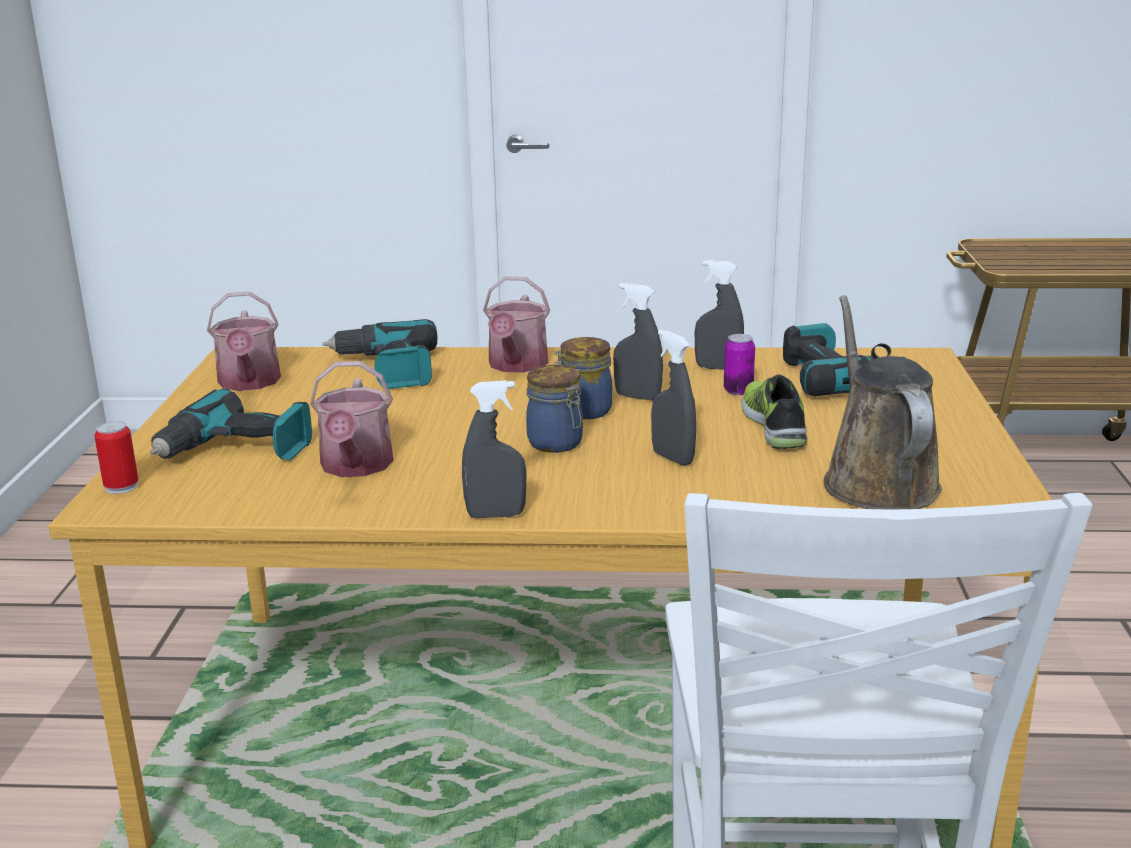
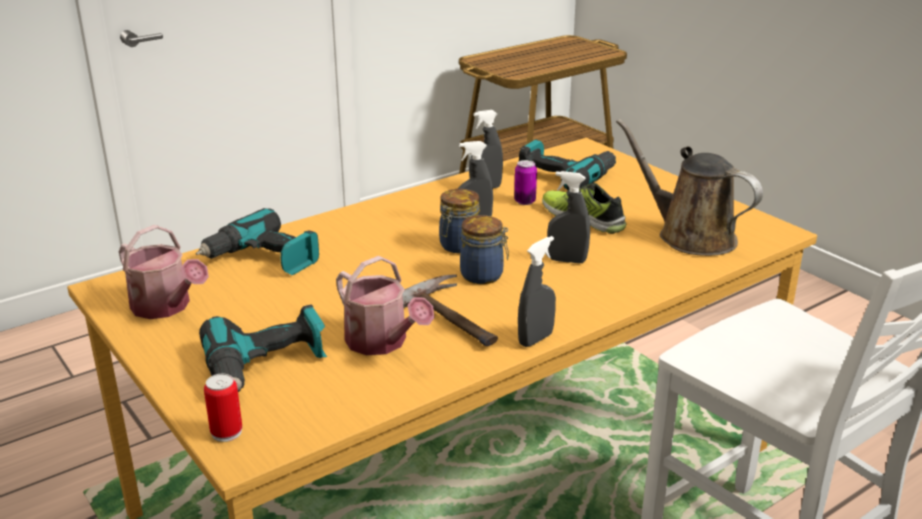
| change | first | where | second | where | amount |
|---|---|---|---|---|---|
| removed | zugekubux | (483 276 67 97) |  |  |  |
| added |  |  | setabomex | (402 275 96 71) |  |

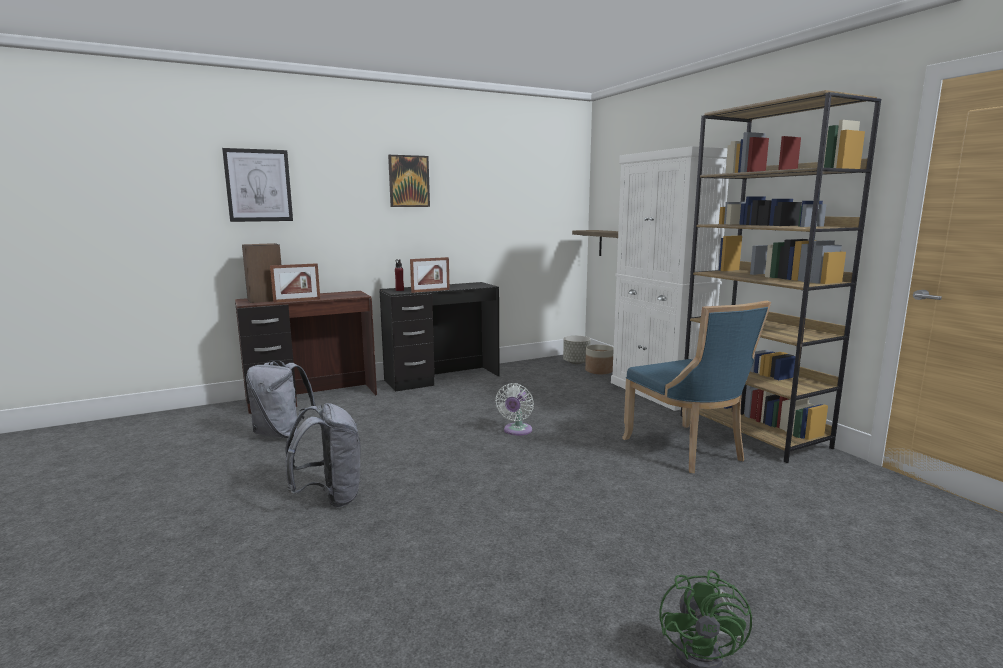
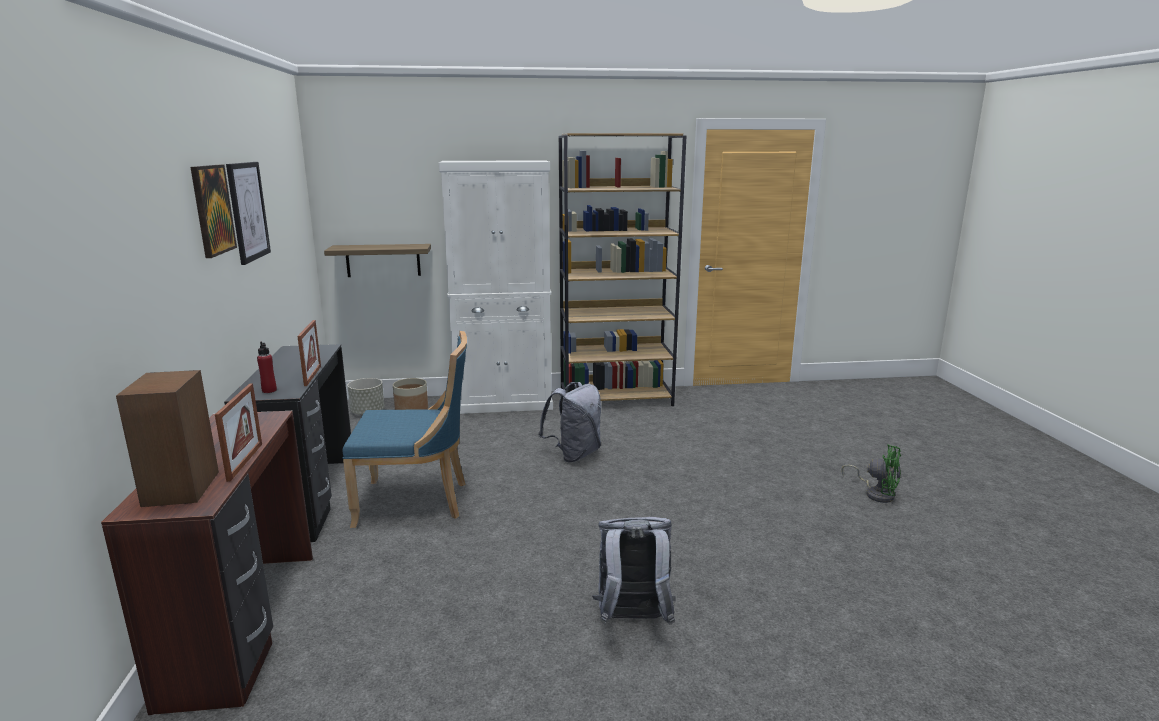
| change | first | where | second | where | amount |
|---|---|---|---|---|---|
| moved | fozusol | (222 148 71 74) |  | (226 162 45 103) |  |
| moved | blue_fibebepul | (622 301 149 172) |  | (343 331 124 197) |  |
| moved | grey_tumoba | (246 360 70 78) |  | (538 382 63 80) |  |
| removed | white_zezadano | (496 383 38 53) |  |  |  |

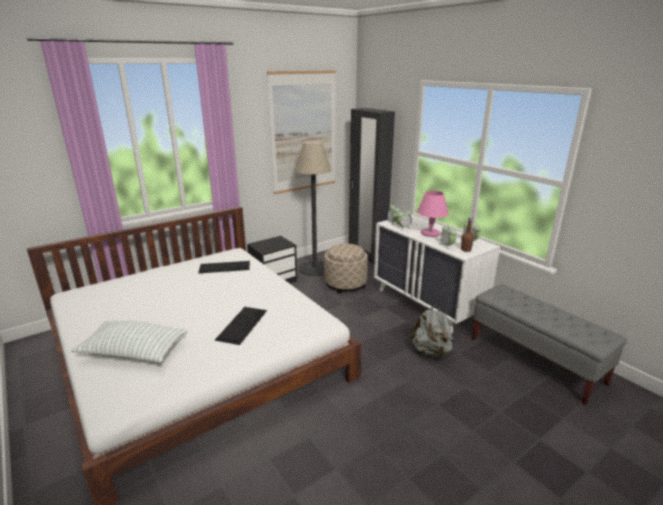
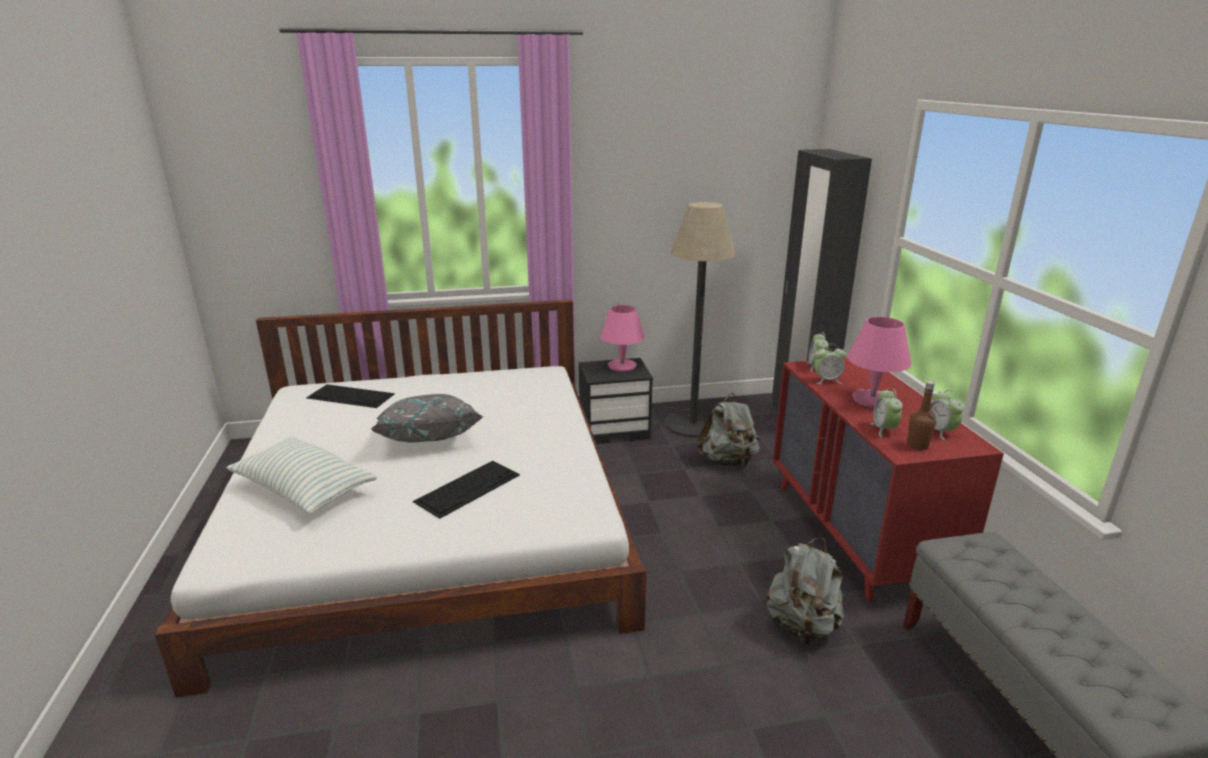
| change | first | where | second | where | amount |
|---|---|---|---|---|---|
| removed | fozusol | (267 70 69 124) |  |  |  |
| recoloured | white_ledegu | (374 214 127 119) | red_ledegu | (773 358 231 244) |  |
| replaced | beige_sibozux | (324 243 44 51) | grey_tumoba | (697 393 63 74) |  |
| moved | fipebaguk | (198 261 52 12) |  | (306 384 89 24) |  |
| added |  |  | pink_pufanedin | (600 305 45 67) |  |
| added |  |  | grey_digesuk | (371 394 113 49) |  |

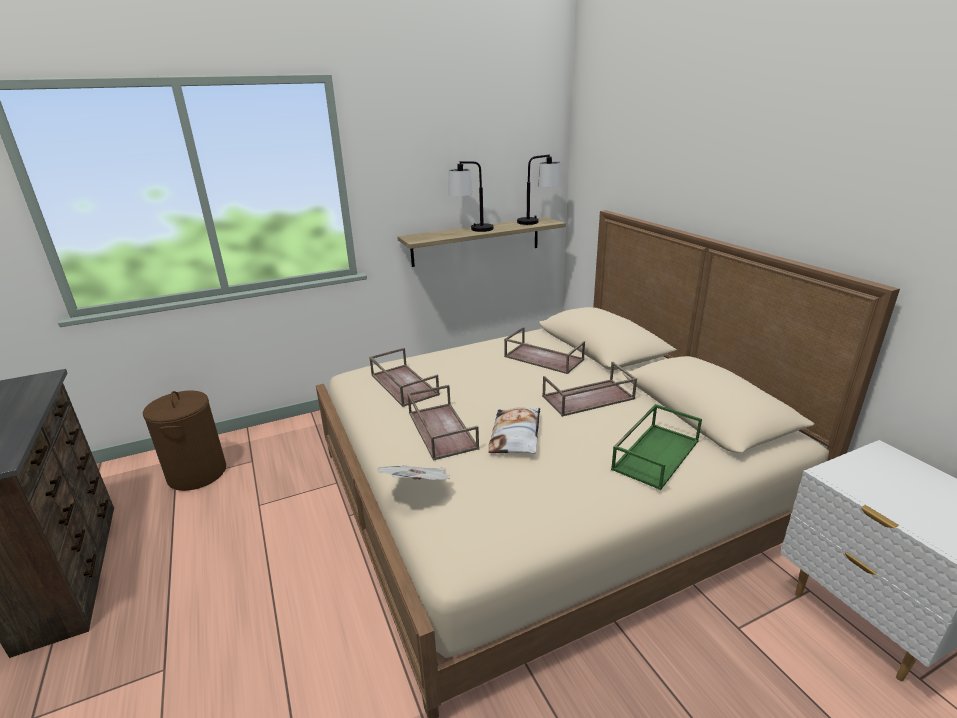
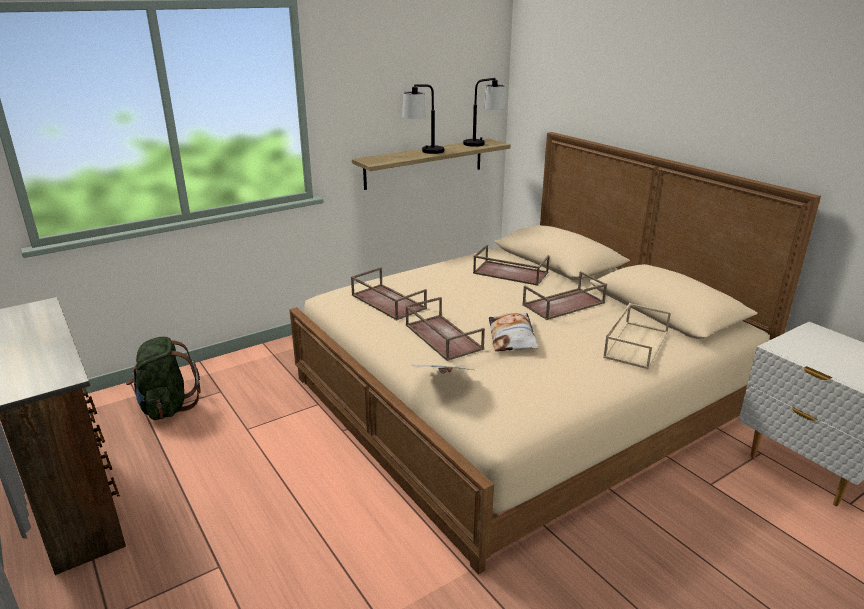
| change | first | where | second | where | amount |
|---|---|---|---|---|---|
| replaced | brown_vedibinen | (143 390 83 101) | green_tumoba | (126 337 74 83) |  |
| recoloured | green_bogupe | (611 404 91 86) | beige_bogupe | (603 303 68 66) |  |

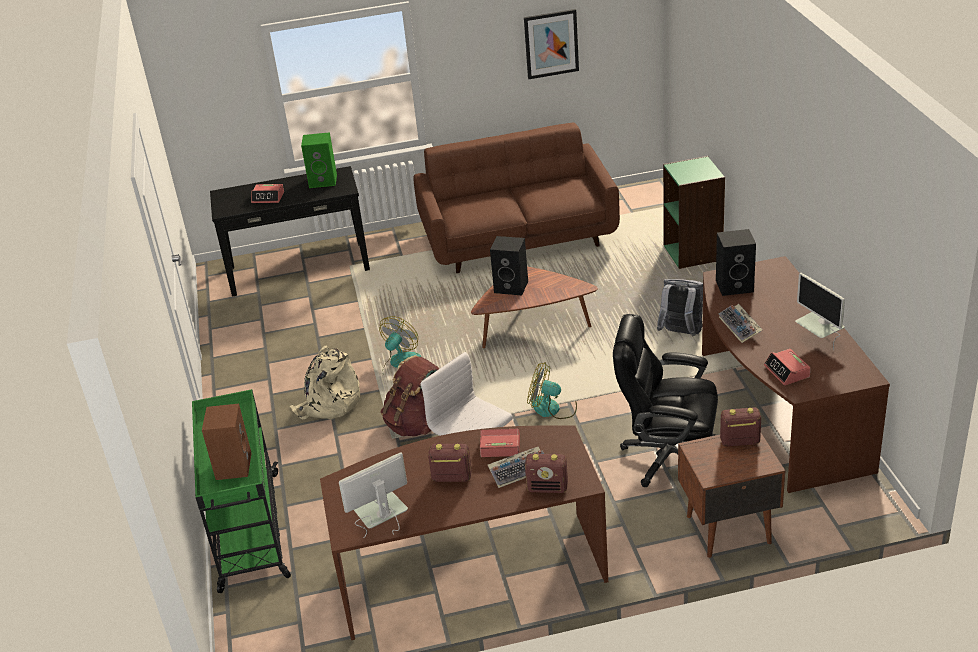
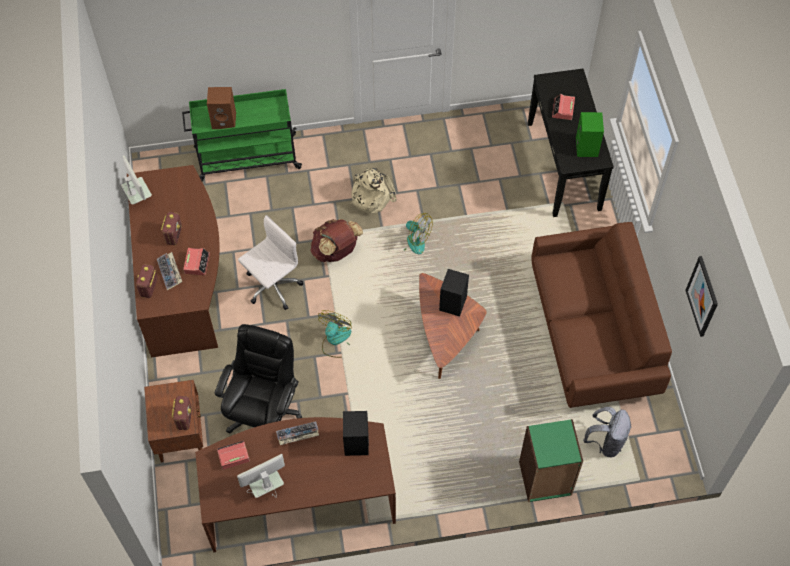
| change | first | where | second | where | amount |
|---|---|---|---|---|---|
| moved | grey_tumoba | (657 279 46 58) |  | (583 407 49 50) |  |

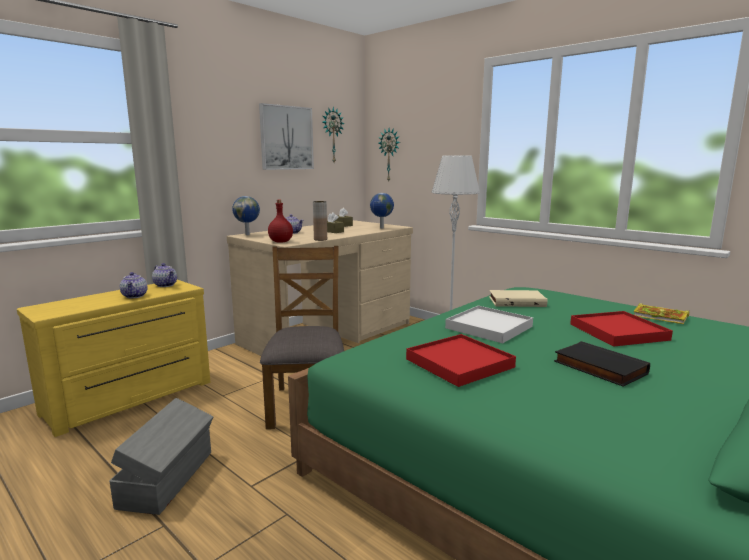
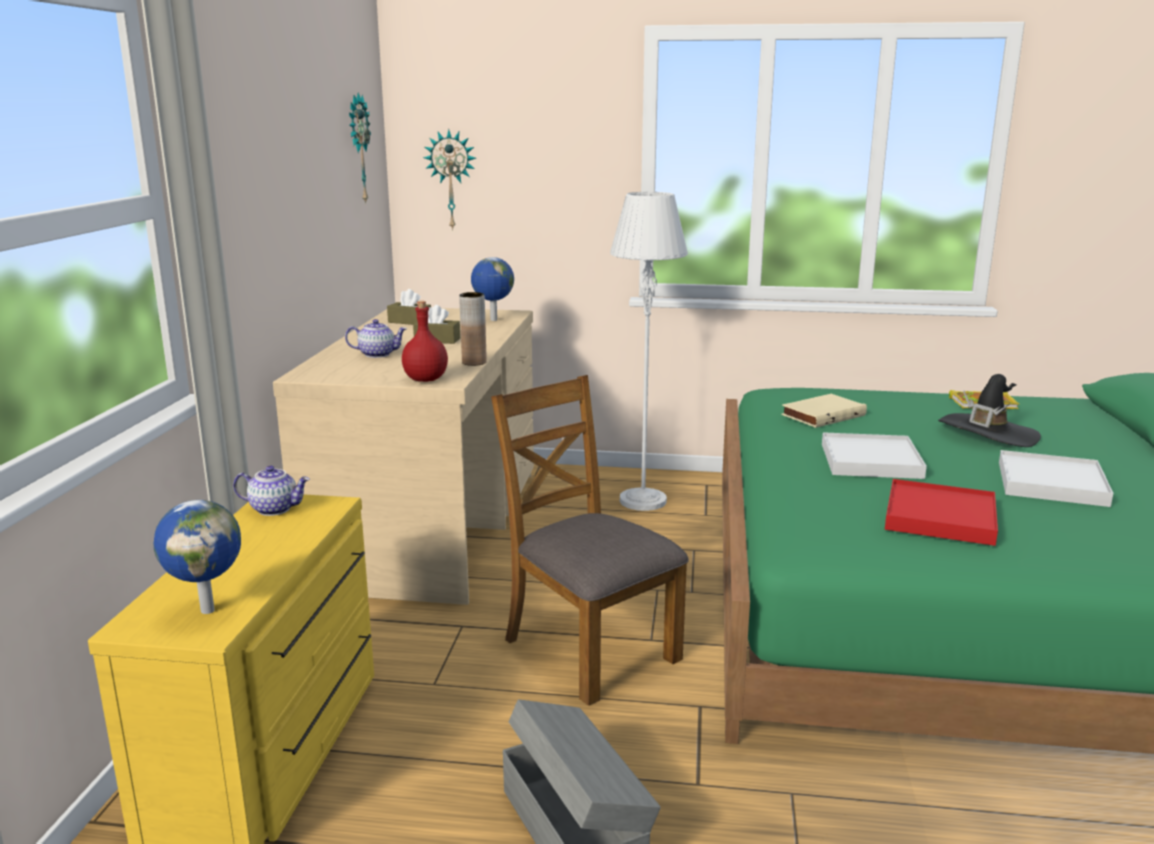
| change | first | where | second | where | amount |
|---|---|---|---|---|---|
| removed | fozusol | (259 103 55 67) |  |  |  |
| moved | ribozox | (232 196 28 39) |  | (154 500 87 114) |  |
| removed | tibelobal | (120 272 28 26) |  |  |  |
| replaced | red_bogupe | (570 311 103 36) | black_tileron | (938 374 103 73) |  |
| replaced | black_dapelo | (554 341 96 46) | white_bogupe | (999 450 114 57) |  |

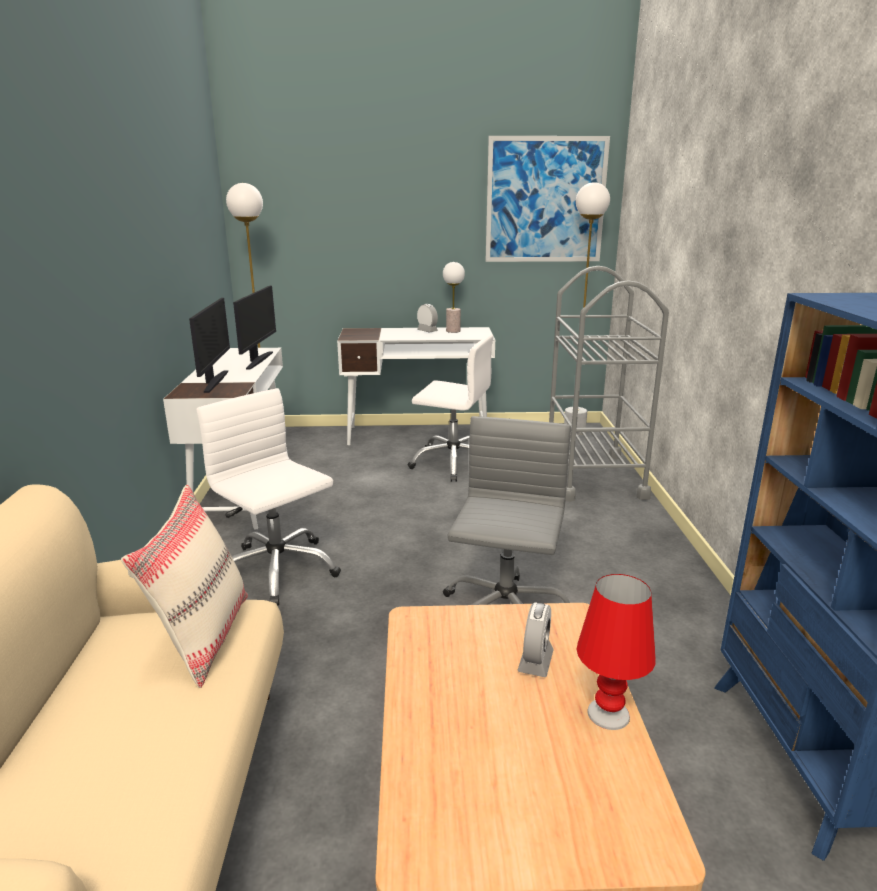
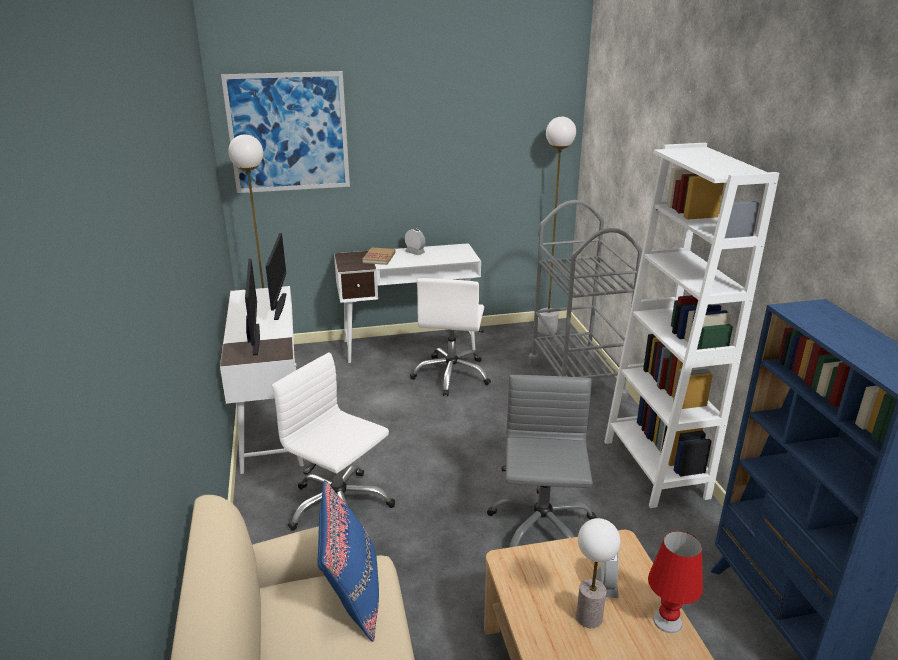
| change | first | where | second | where | amount |
|---|---|---|---|---|---|
| moved | fozusol | (485 136 125 126) |  | (221 71 129 122) |  |
| moved | pufanedin | (443 262 22 71) |  | (576 518 44 110) |  |
| turned | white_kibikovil | (408 334 86 148) |  | (410 278 81 118) | 90 degrees clockwise |
| recoloured | beige_digesuk | (121 484 127 204) | blue_digesuk | (317 480 62 162) |  |
| added |  |  | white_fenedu | (604 143 175 365) |  |
| added |  |  | dapelo | (362 247 34 18) |  |

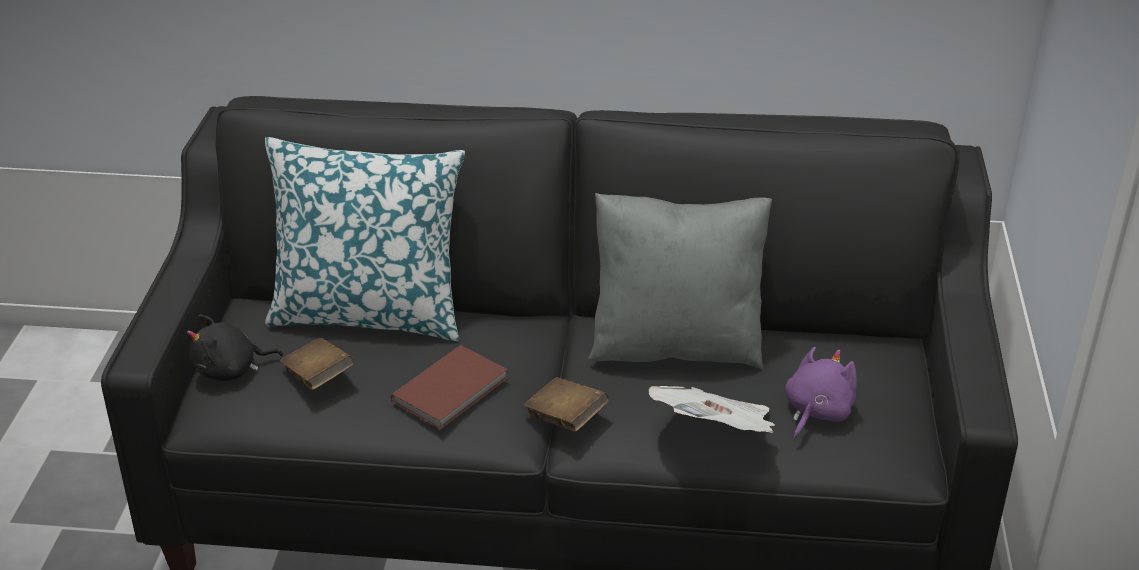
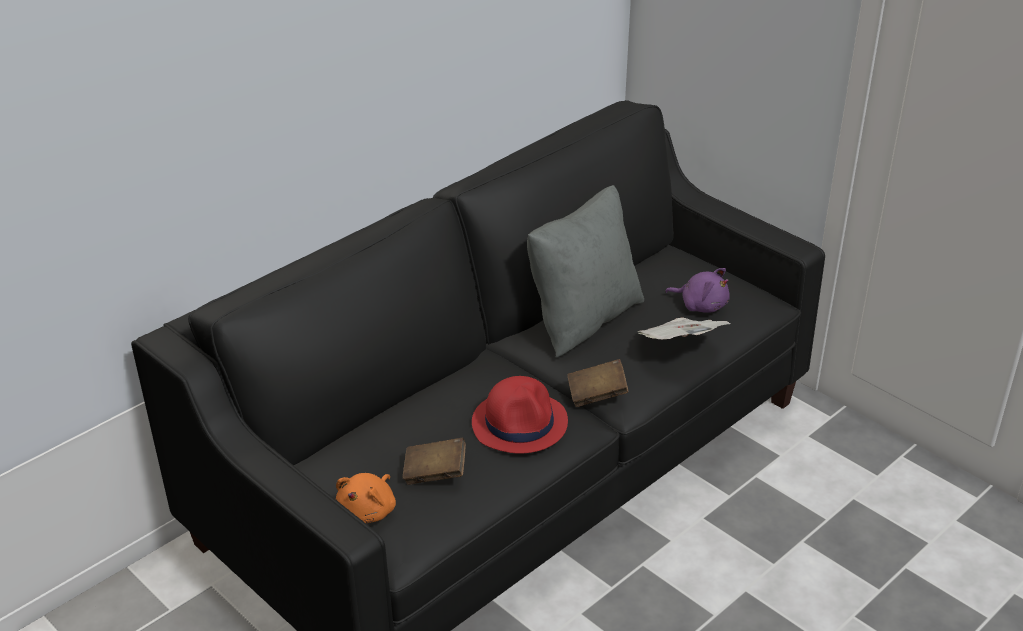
| change | first | where | second | where | amount |
|---|---|---|---|---|---|
| removed | digesuk | (265 137 200 204) |  |  |  |
| recoloured | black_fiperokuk | (187 314 96 67) | orange_fiperokuk | (336 473 60 50) |  |
| replaced | brown_dapelo | (391 345 117 85) | red_tileron | (472 376 96 78) |  |
| turned | purple_fiperokuk | (785 347 72 92) |  | (665 268 65 45) | 135 degrees clockwise |

